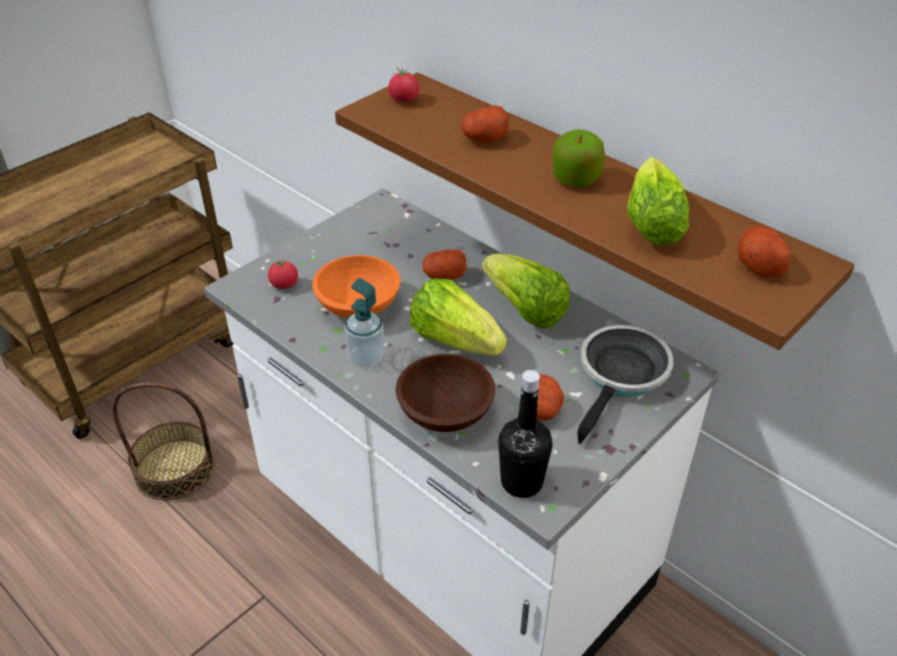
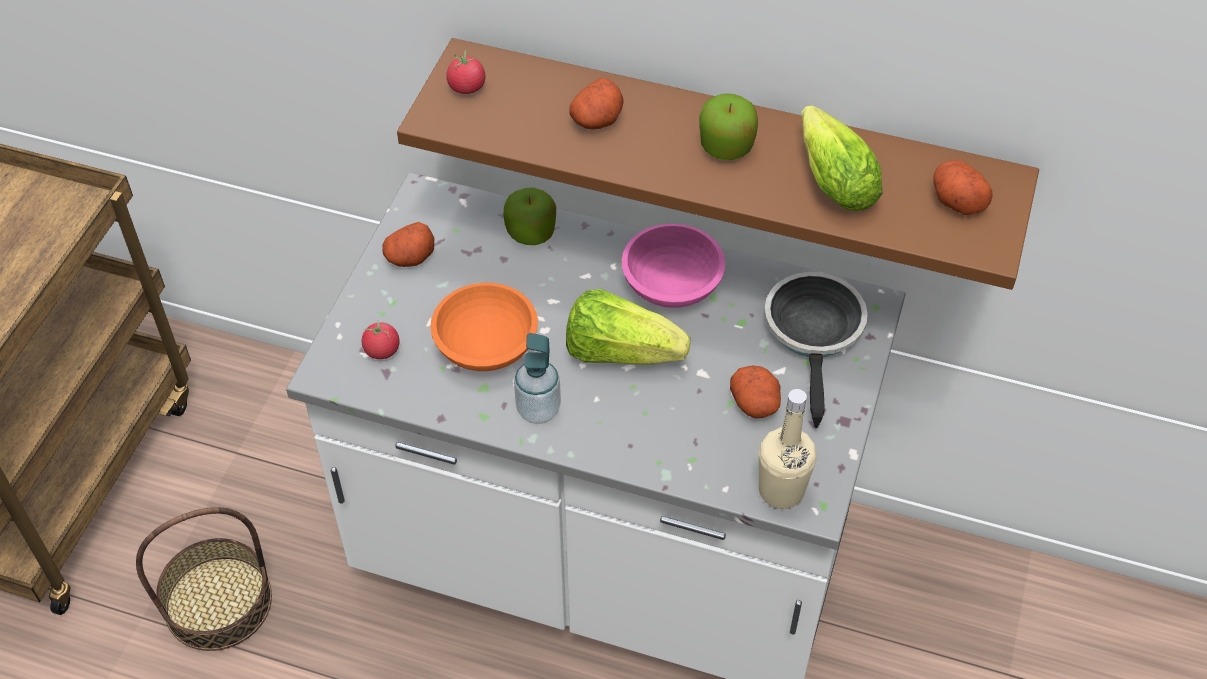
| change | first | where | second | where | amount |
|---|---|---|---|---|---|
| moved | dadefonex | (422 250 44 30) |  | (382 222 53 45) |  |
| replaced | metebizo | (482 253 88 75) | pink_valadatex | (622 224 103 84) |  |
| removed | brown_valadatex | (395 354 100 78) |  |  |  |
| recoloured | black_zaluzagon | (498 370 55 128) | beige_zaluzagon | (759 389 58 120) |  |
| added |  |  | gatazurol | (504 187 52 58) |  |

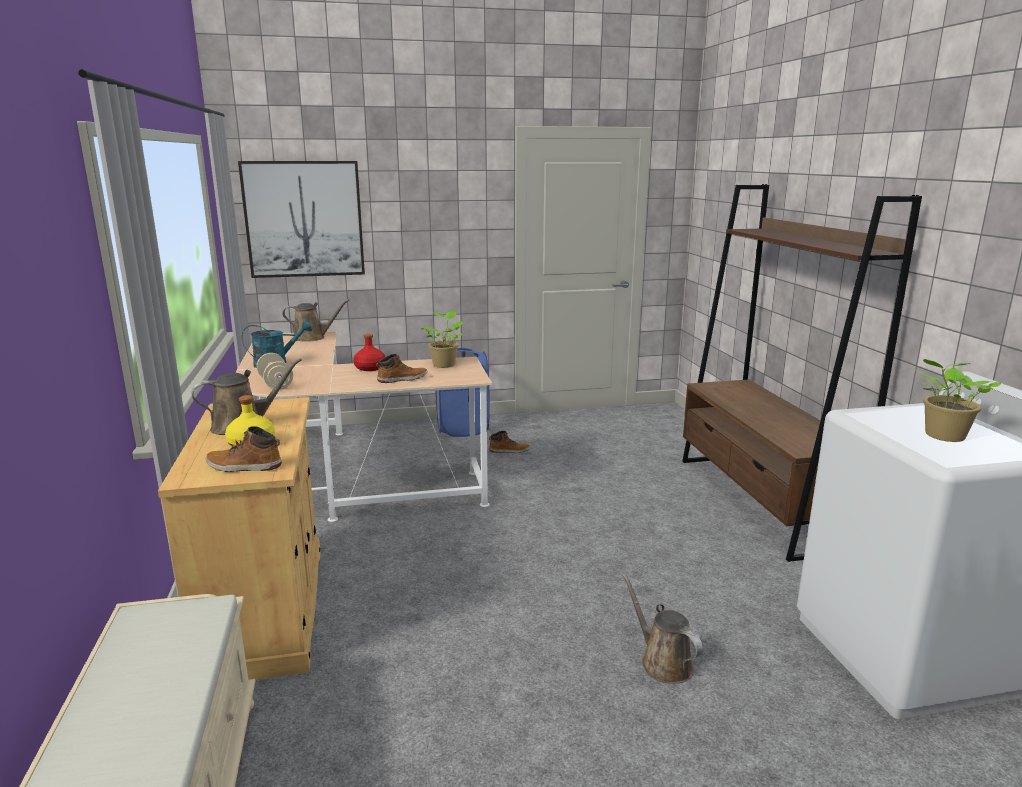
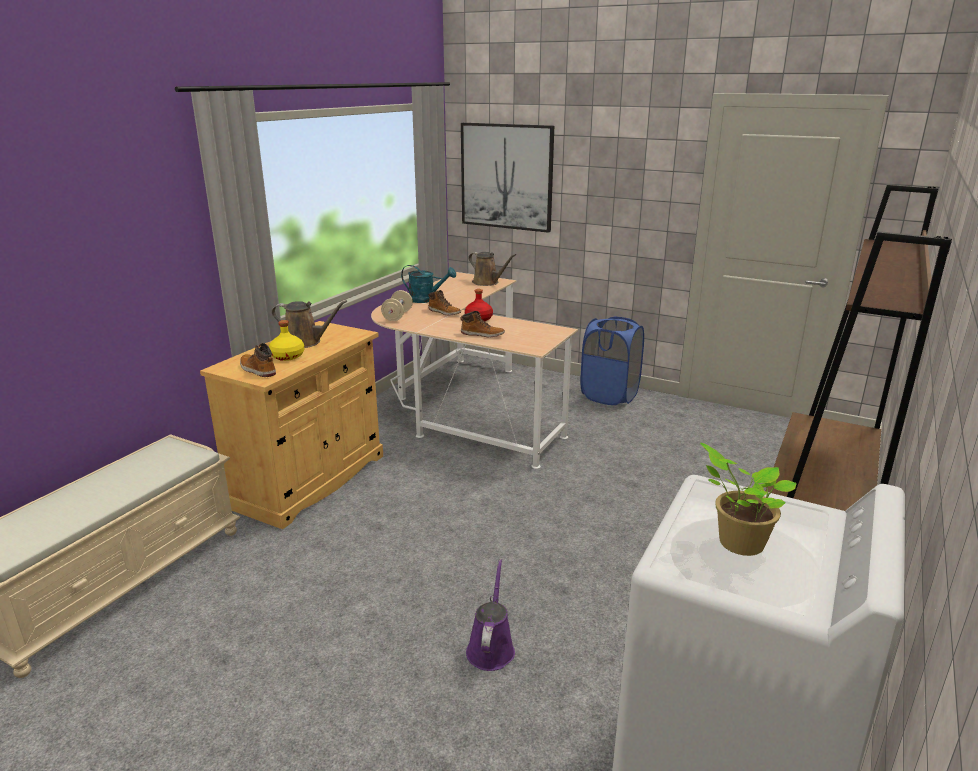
| change | first | where | second | where | amount |
|---|---|---|---|---|---|
| removed | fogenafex | (421 310 42 58) |  |  |  |
| moved | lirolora | (489 431 41 22) |  | (428 290 33 26) |  |
| recoloured | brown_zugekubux | (622 573 81 111) | purple_zugekubux | (466 559 49 112) |  |

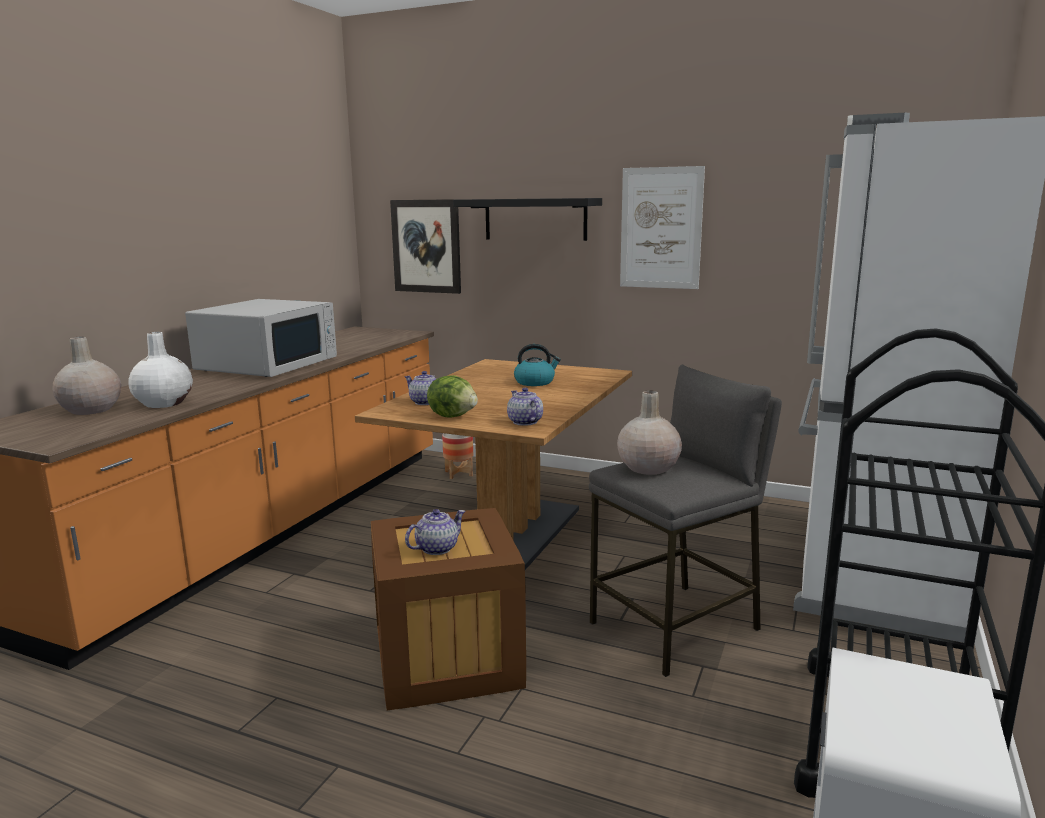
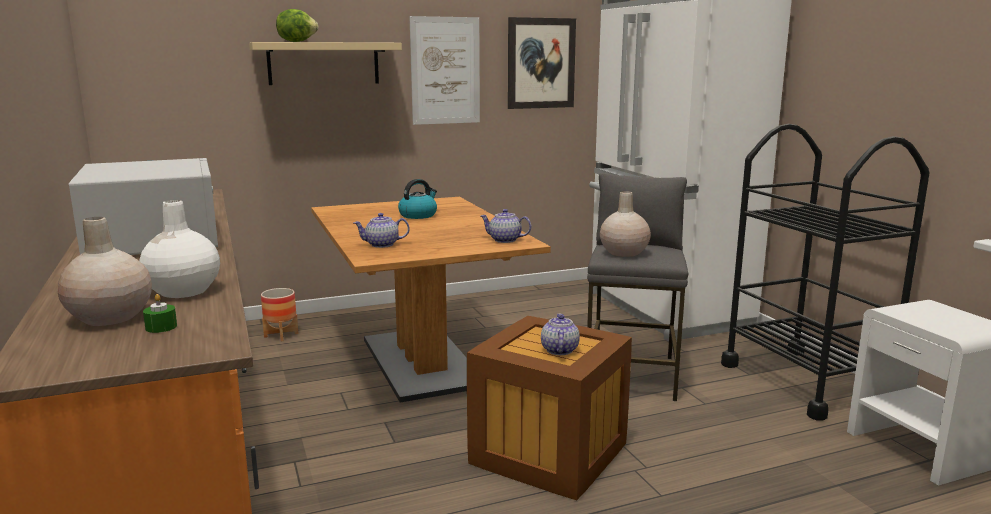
| change | first | where | second | where | amount |
|---|---|---|---|---|---|
| recoloured | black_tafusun | (453 198 149 43) | beige_tafusun | (249 42 153 43) |  |
| moved | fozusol | (390 199 71 95) |  | (508 17 68 92) |  |
| moved | metebizo | (427 375 51 43) |  | (276 9 42 33) |  |
| added |  |  | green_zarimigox | (143 294 34 39) |  |

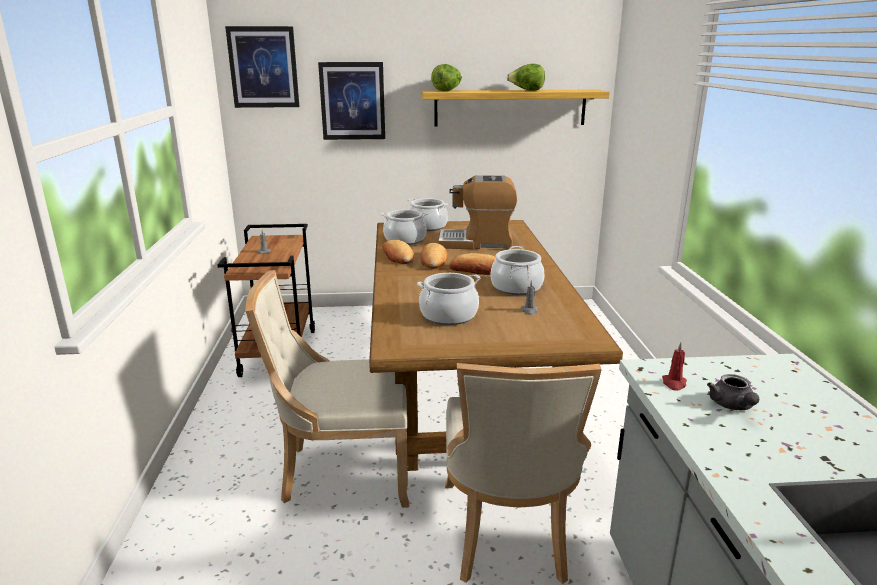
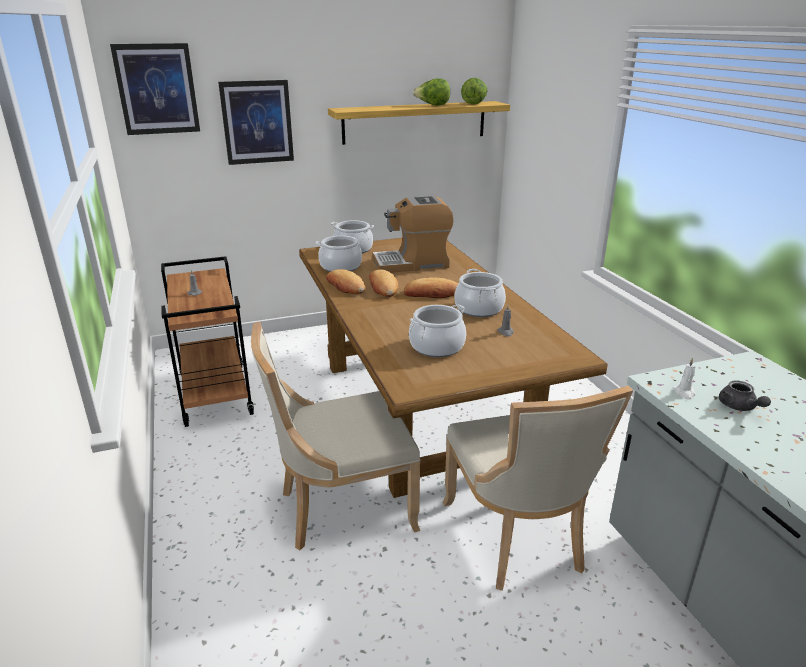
| change | first | where | second | where | amount |
|---|---|---|---|---|---|
| moved | metebizo | (431 64 31 27) |  | (461 78 26 27) |  |
| recoloured | red_zarimigox | (662 342 25 49) | white_zarimigox | (673 358 22 42) |  |

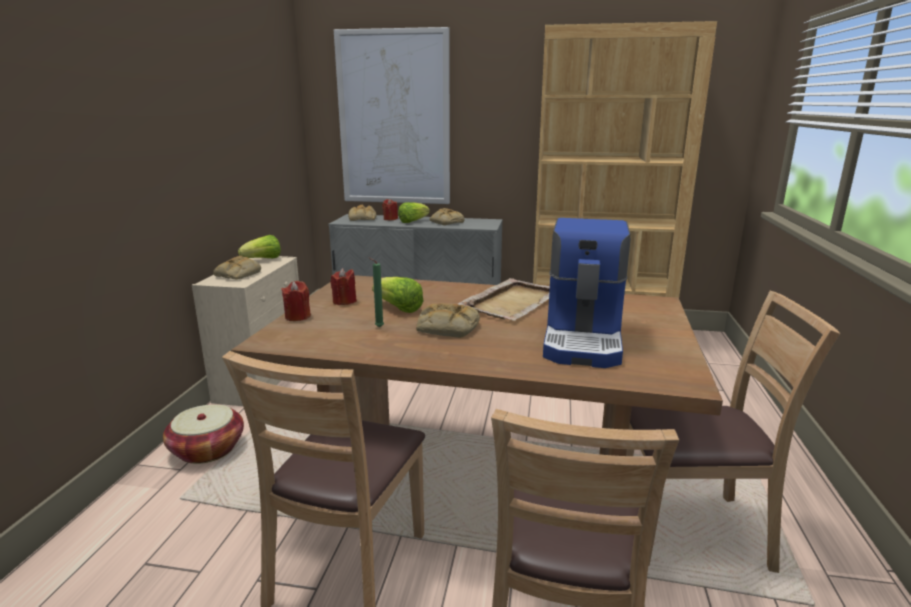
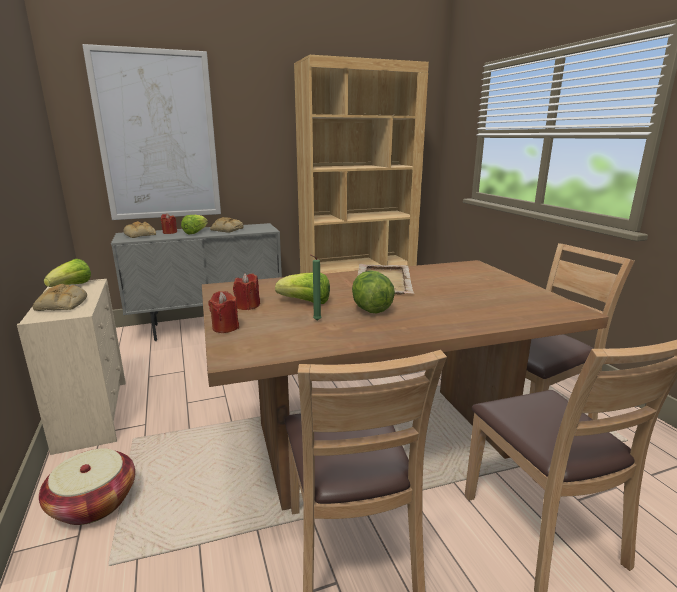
| change | first | where | second | where | amount |
|---|---|---|---|---|---|
| removed | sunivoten | (543 218 87 150) |  |  |  |
| replaced | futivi | (416 303 64 35) | metebizo | (352 270 43 44) |  |

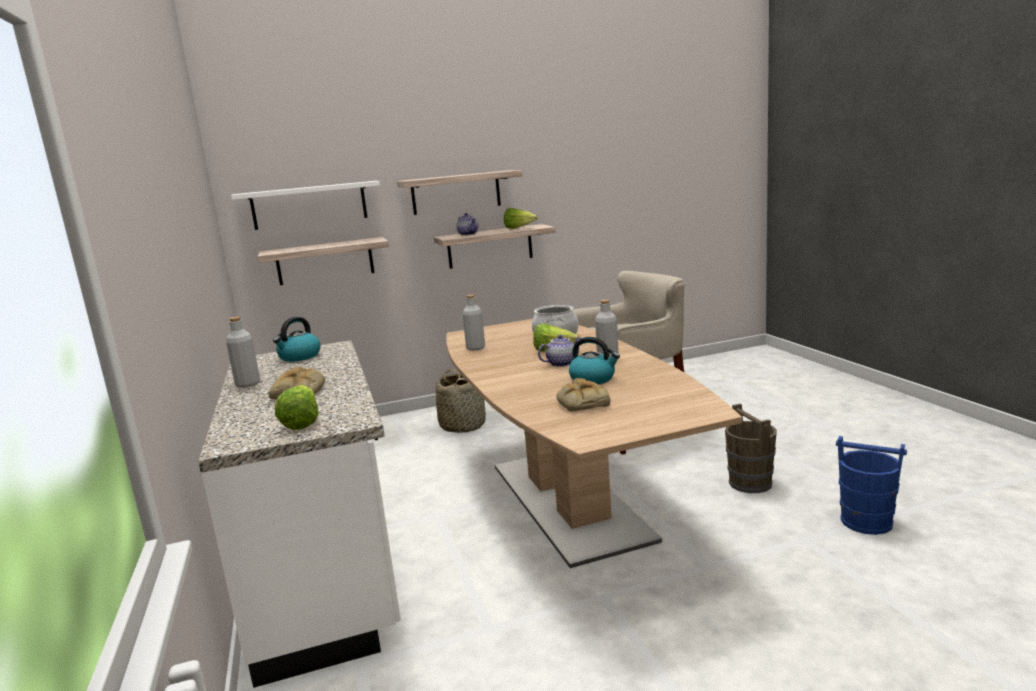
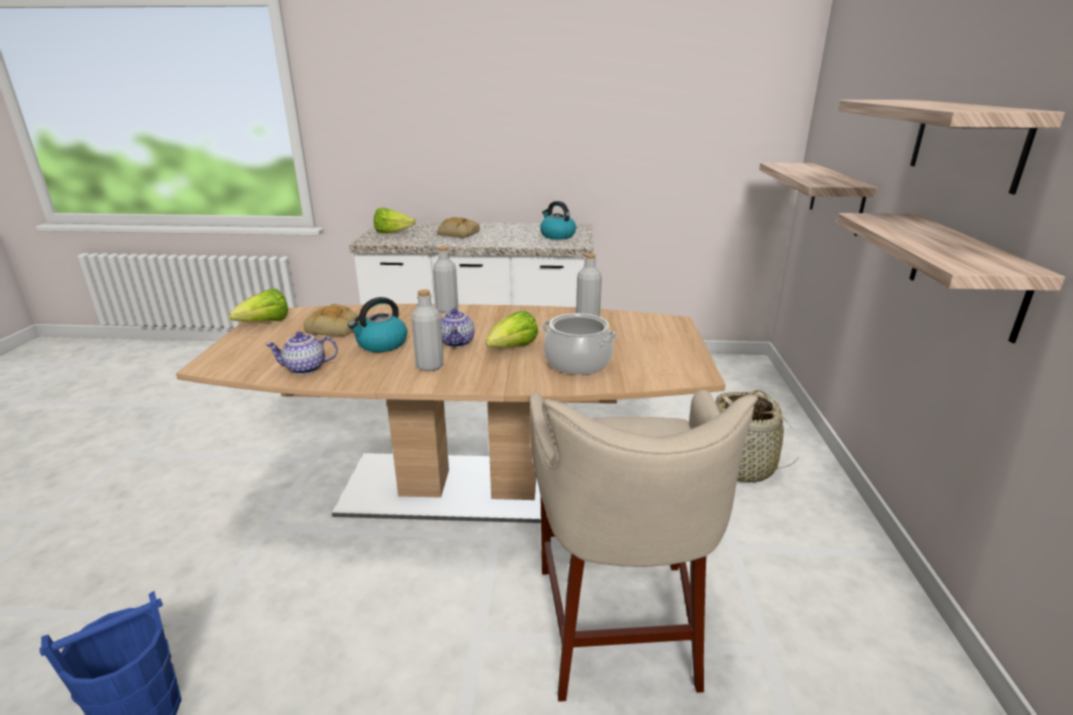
| change | first | where | second | where | amount |
|---|---|---|---|---|---|
| removed | white_tafusun | (231 181 149 49) |  |  |  |
| moved | metebizo | (504 208 34 21) |  | (229 289 59 33) |  |
| moved | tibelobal | (456 213 22 23) |  | (265 332 73 43) |  |
| moved | grey_zaluzagon | (226 317 34 71) |  | (433 246 25 67) |  |
| removed | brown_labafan | (725 404 52 89) |  |  |  |

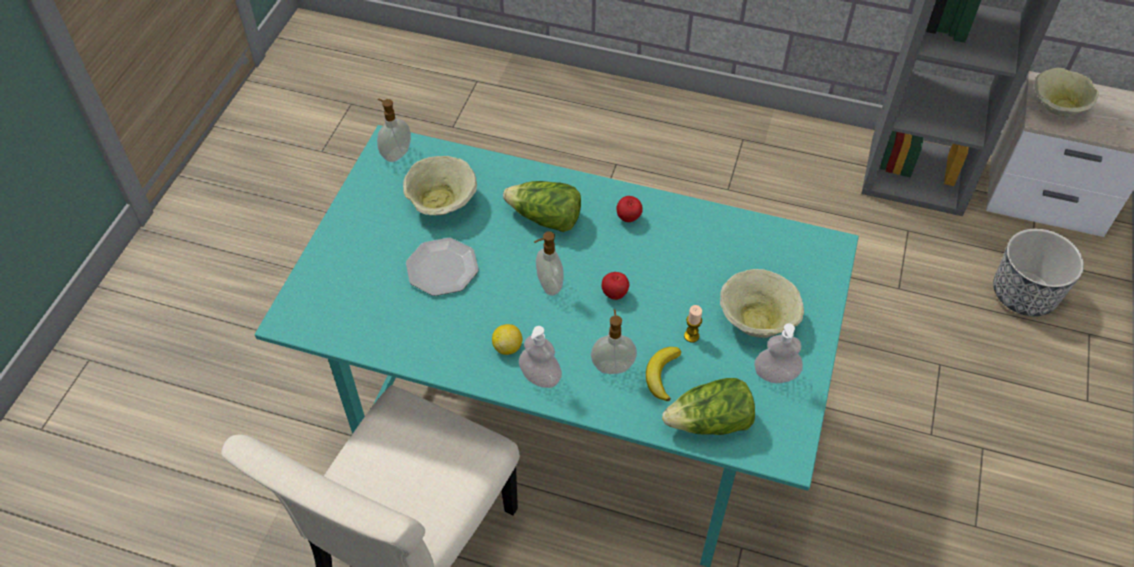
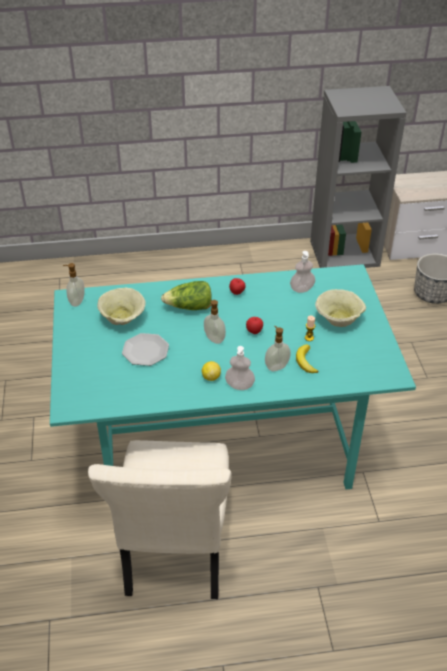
| change | first | where | second | where | amount |
|---|---|---|---|---|---|
| removed | beige_valadatex | (1035 68 64 49) |  |  |  |
| moved | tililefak | (754 323 49 60) |  | (290 251 25 42) |  |
| removed | metebizo | (662 378 93 57) |  |  |  |

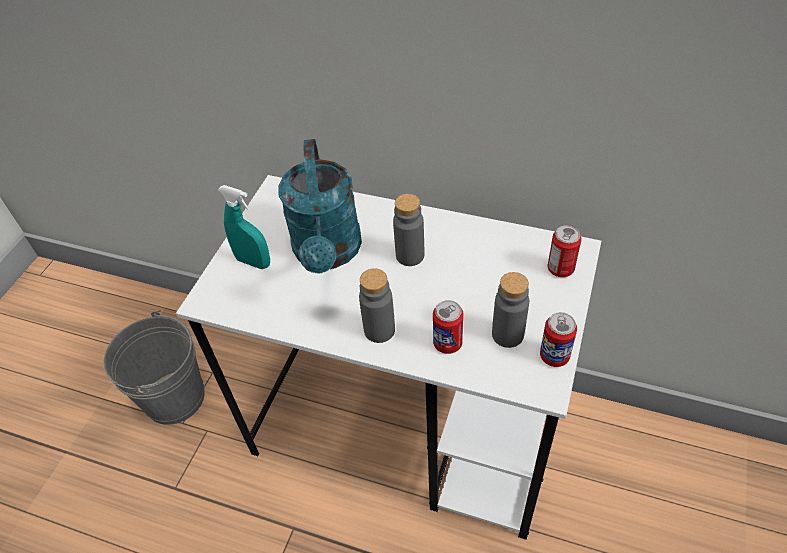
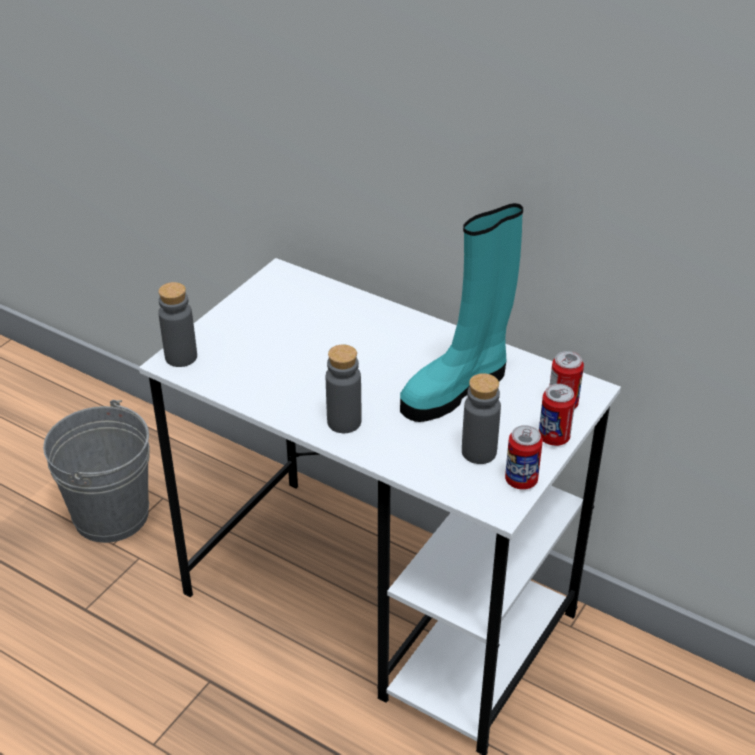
| change | first | where | second | where | amount |
|---|---|---|---|---|---|
| removed | turquoise_zugekubux | (279 139 83 135) |  |  |  |
| removed | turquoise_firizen | (218 185 52 84) |  |  |  |
| moved | grey_zaluzagon | (393 194 31 72) |  | (158 282 39 85) |  |
| moved | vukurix | (433 300 31 54) |  | (539 384 37 62) |  |
| added |  |  | turquoise_lirolora | (400 203 123 219) |  |

